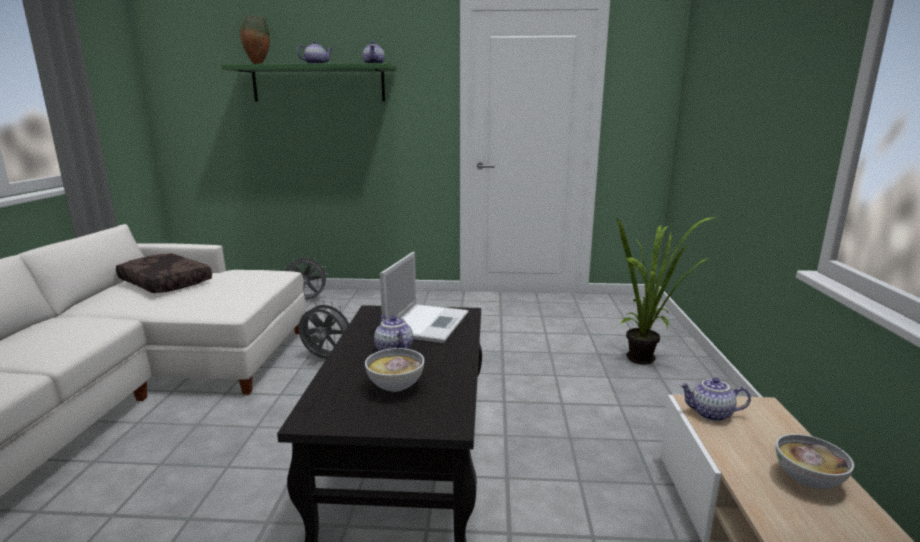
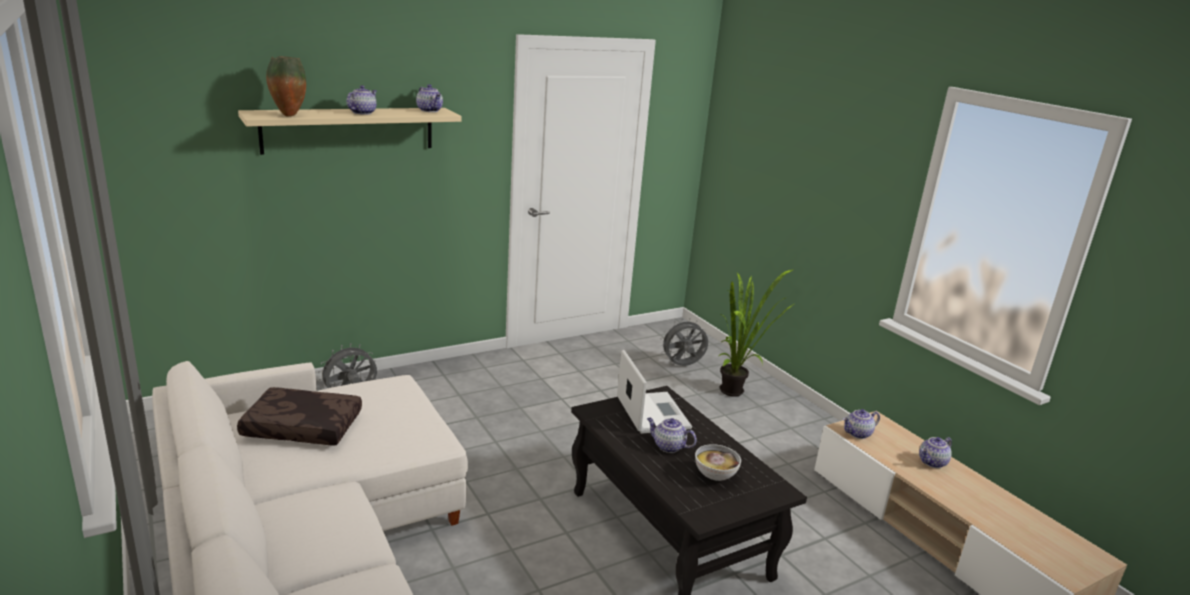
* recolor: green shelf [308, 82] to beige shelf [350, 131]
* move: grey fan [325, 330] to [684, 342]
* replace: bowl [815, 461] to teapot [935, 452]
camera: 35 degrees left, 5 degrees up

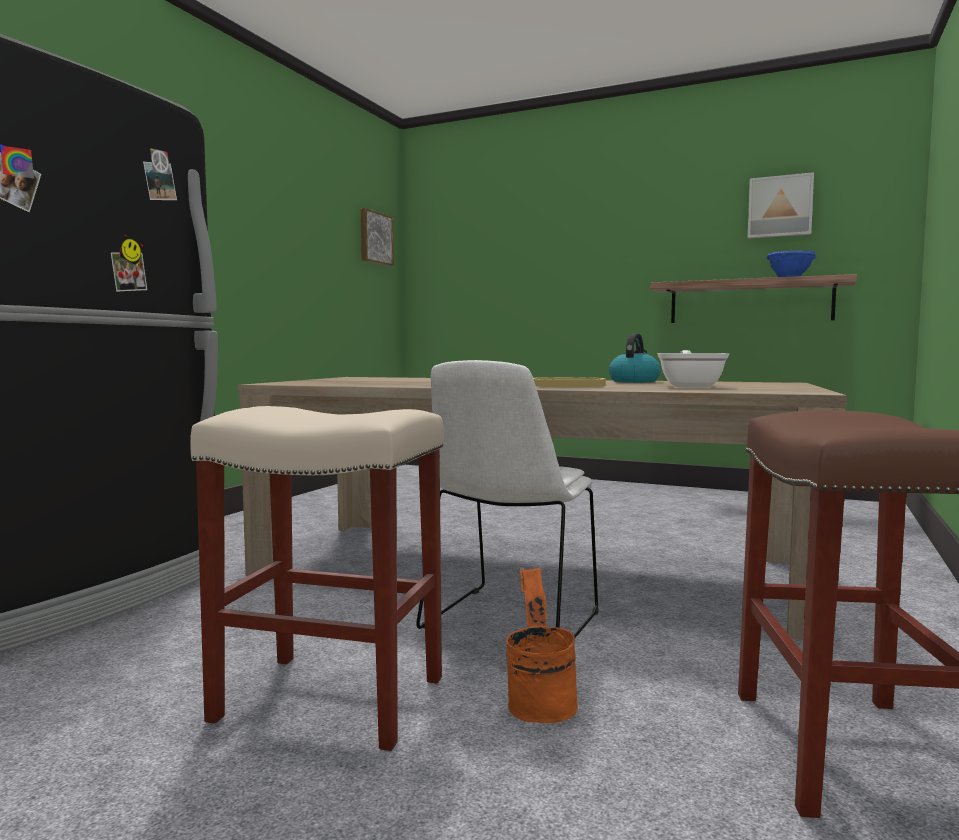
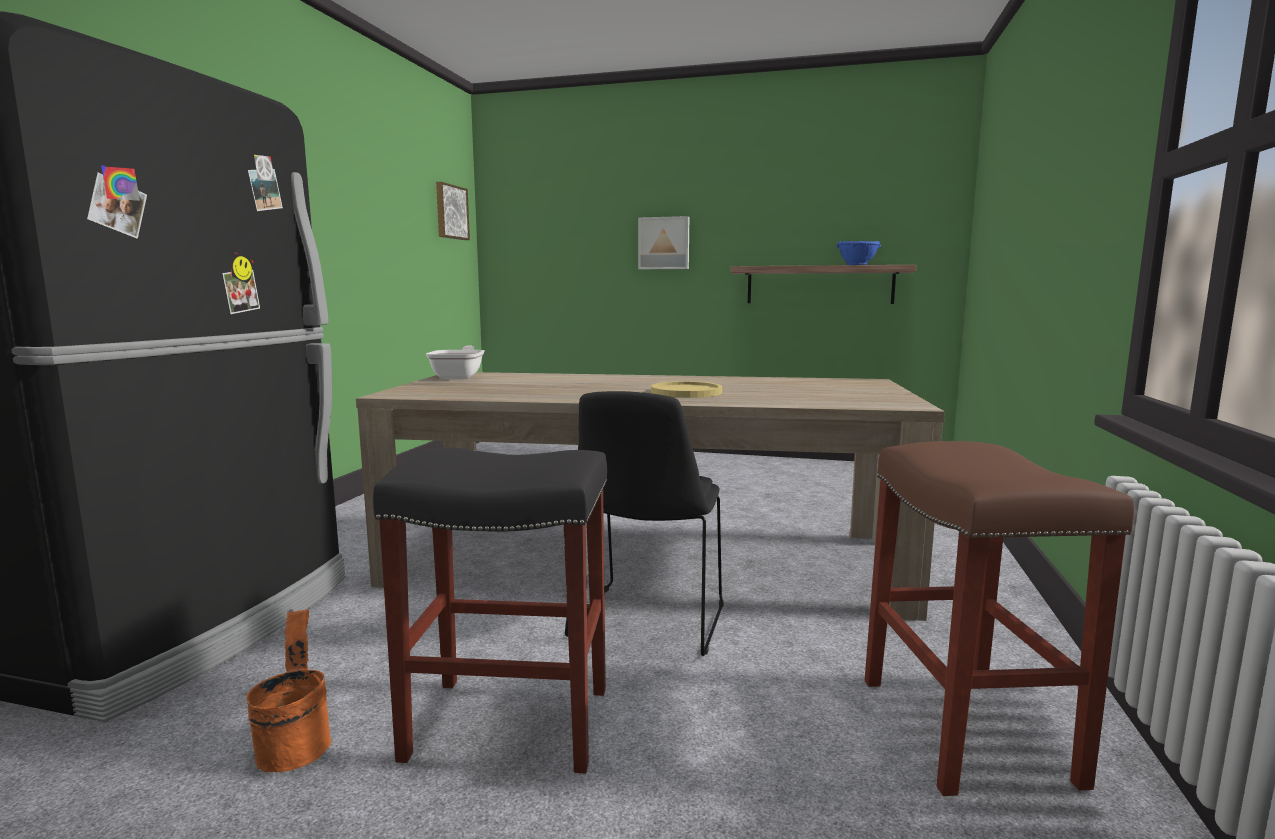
* recolor: beige stool [317, 578] to black stool [490, 610]
* recolor: white chair [507, 499] to black chair [644, 523]
* move: orange bucket [542, 645] to [288, 690]
* delete: kettle [635, 358]
* move: frying pan [693, 369] to [455, 362]
* move: picture [781, 205] to [663, 242]
camera: 10 degrees left, 5 degrees up

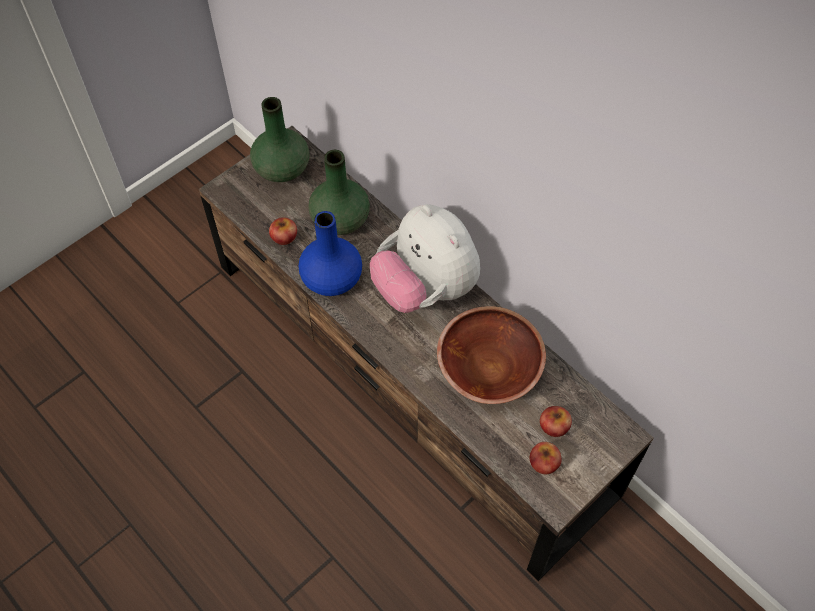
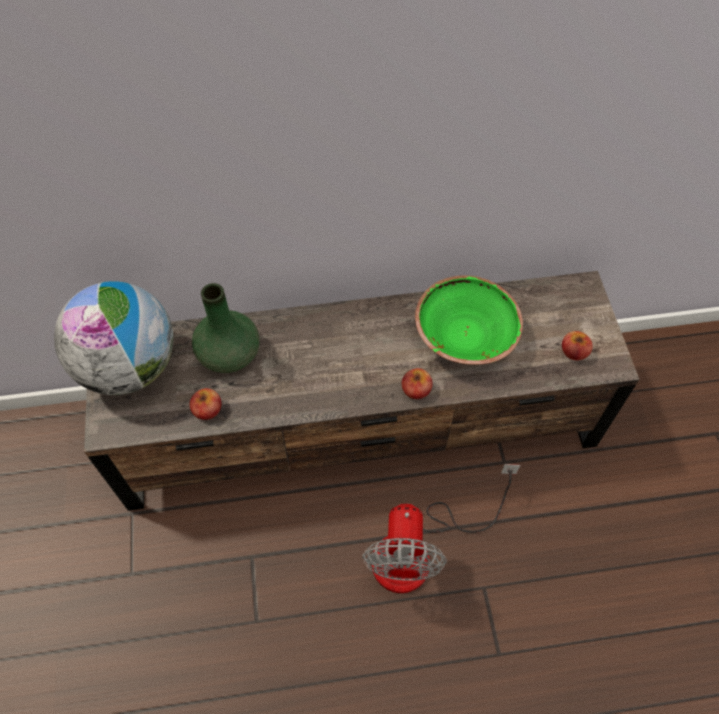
* replace: green vase [280, 139] to globe [113, 338]
* delete: blue vase [330, 253]
* delete: plush toy [425, 258]
* recolor: brown bowl [491, 355] to green bowl [469, 320]
* move: apple [556, 421] to [417, 383]
* insert: fan [441, 528]
camera: 55 degrees left, 0 degrees up

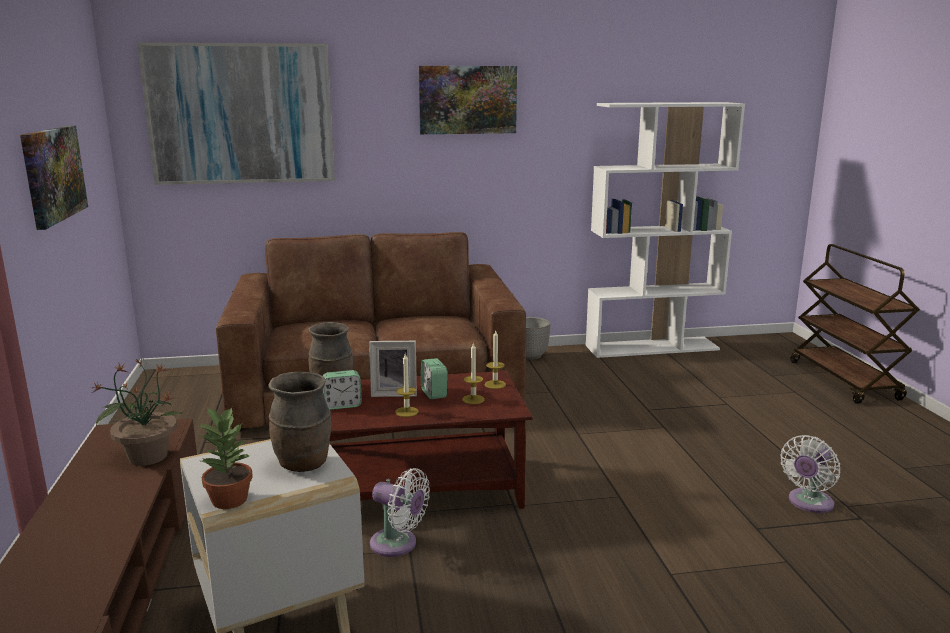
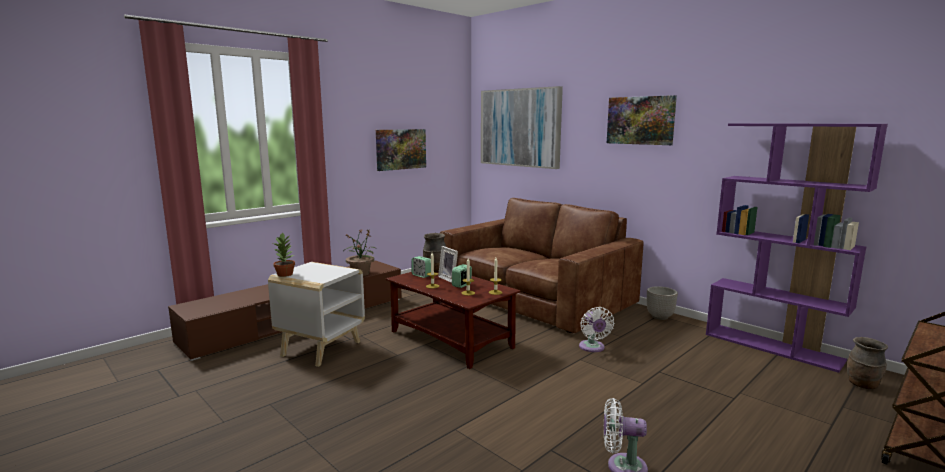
* move: brown vase [300, 422] to [867, 363]
* move: white fan [400, 512] to [596, 329]
* recolor: white bookcase [665, 230] to purple bookcase [797, 248]
camera: 55 degrees right, 5 degrees down

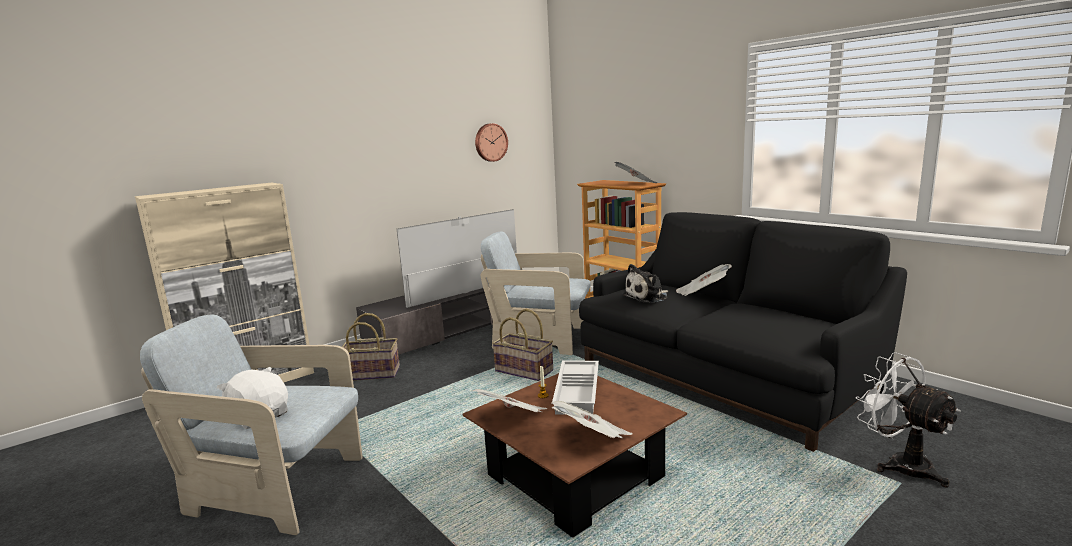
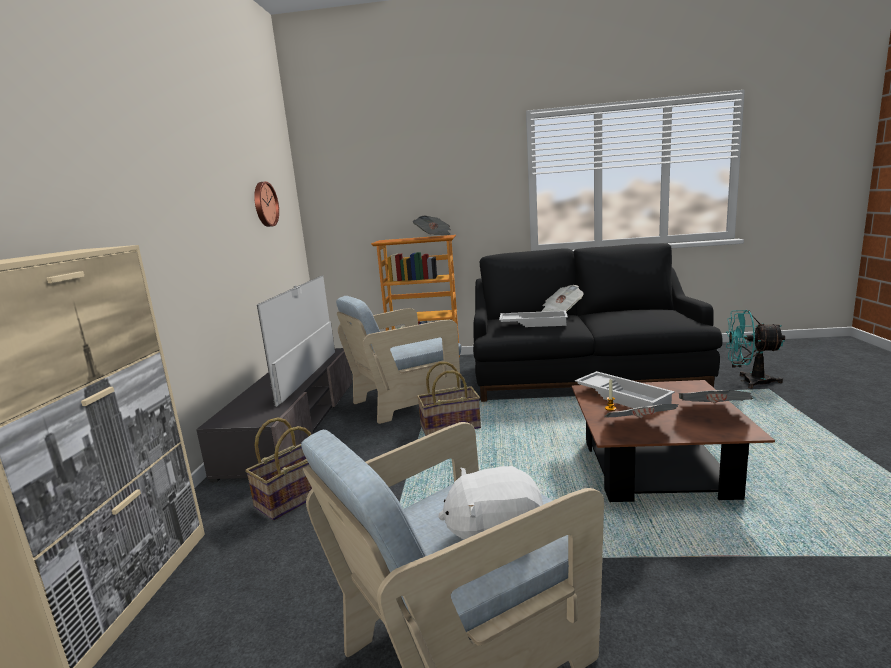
* replace: plush toy [646, 283] to white tray [533, 319]
* recolor: white fan [908, 419] to turquoise fan [755, 349]
camera: 45 degrees left, 0 degrees up

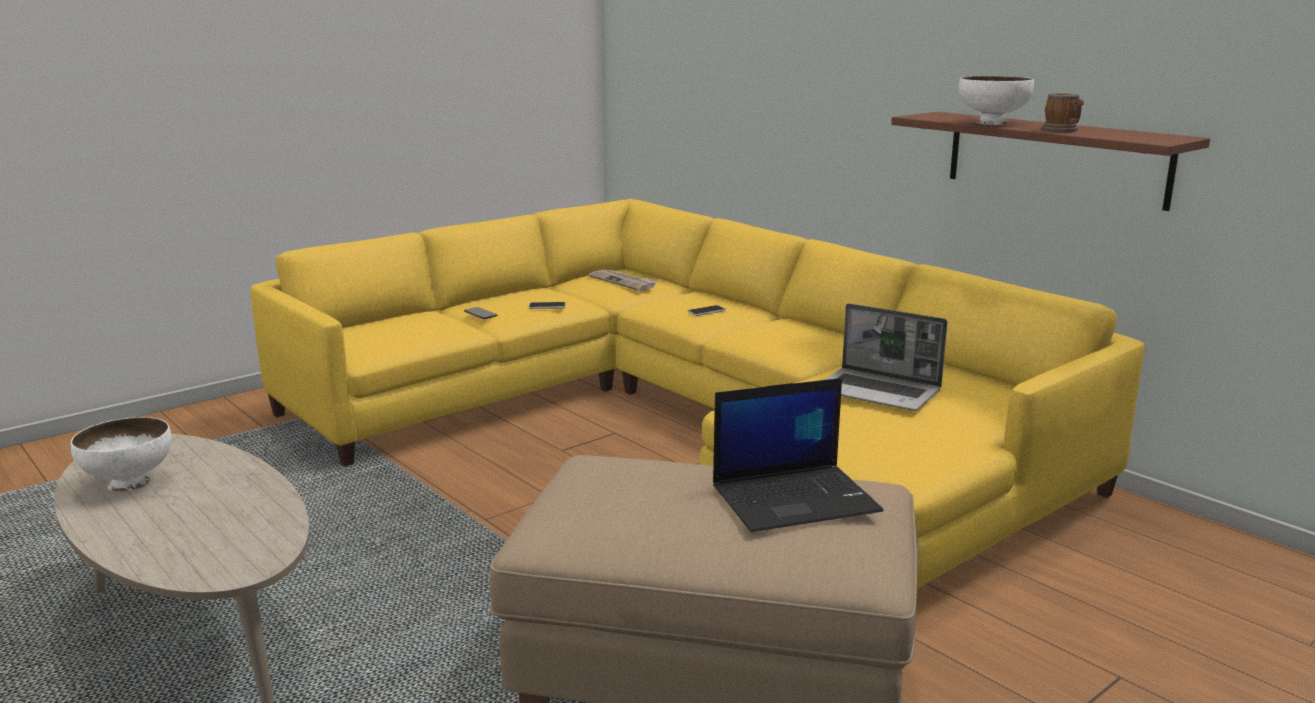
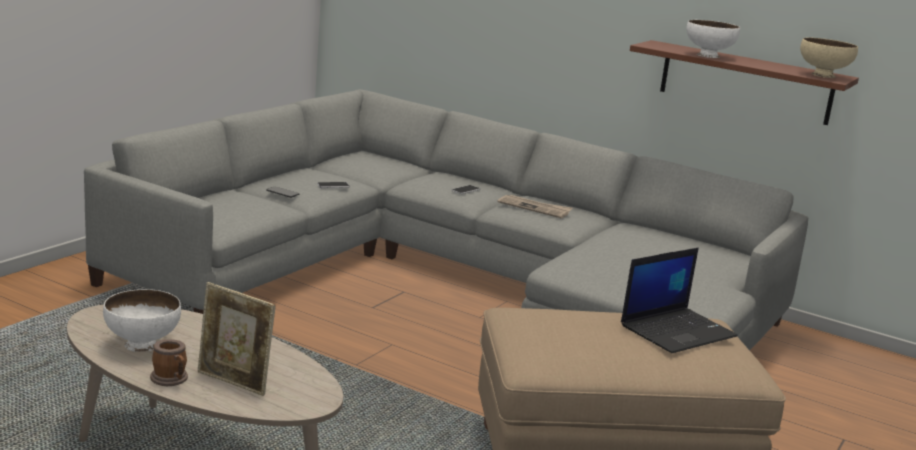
* recolor: yellow sofa [697, 394] to grey sofa [446, 219]
* move: newspaper [623, 280] to [535, 207]
* delete: laptop [886, 357]
* move: mug [1062, 112] to [169, 362]
* insert: picture frame [237, 339]
* insert: beige bowl [829, 58]
camera: 20 degrees left, 0 degrees up

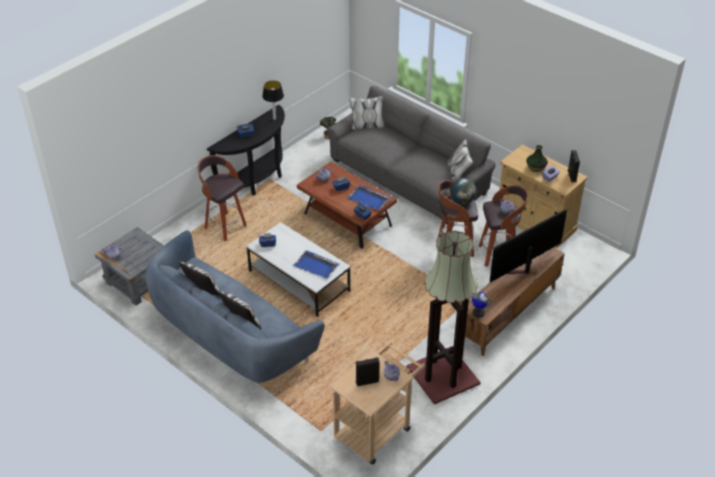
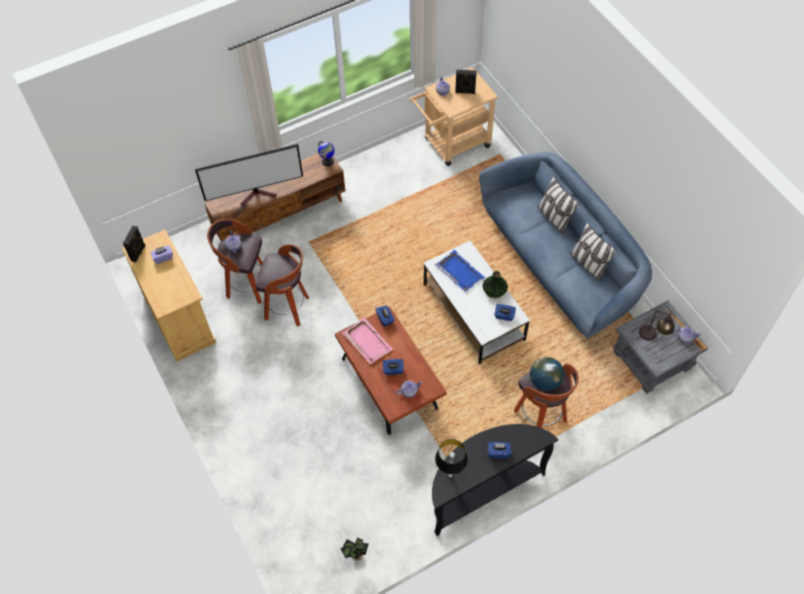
* delete: grey sofa [411, 155]
* recolor: blue tray [369, 197] to pink tray [367, 341]
* delete: floor lamp [444, 317]
* move: globe [463, 191] to [547, 374]
* move: vase [537, 158] to [495, 284]
* insert: table lamp [657, 325]
camera: 160 degrees left, 15 degrees up

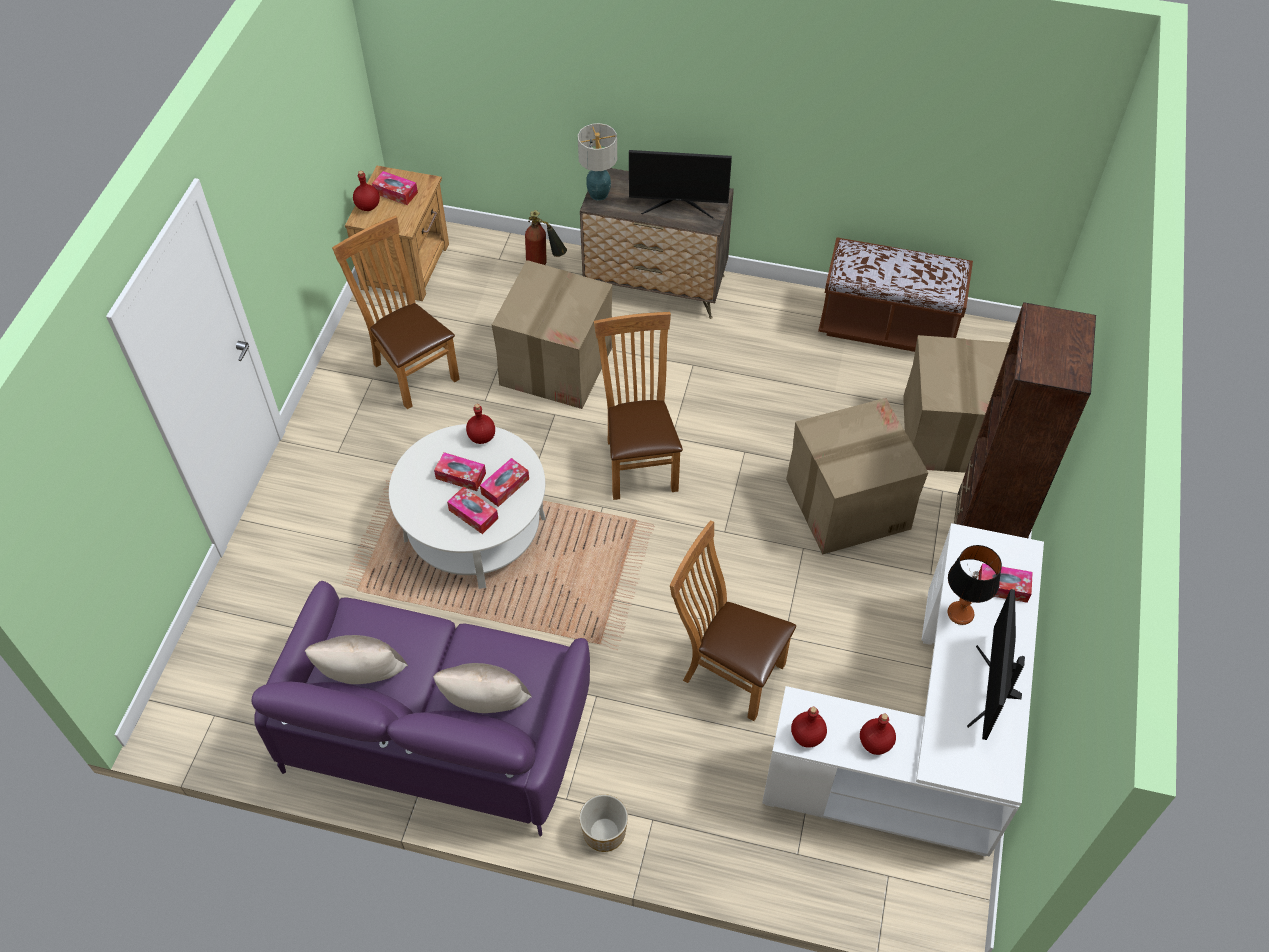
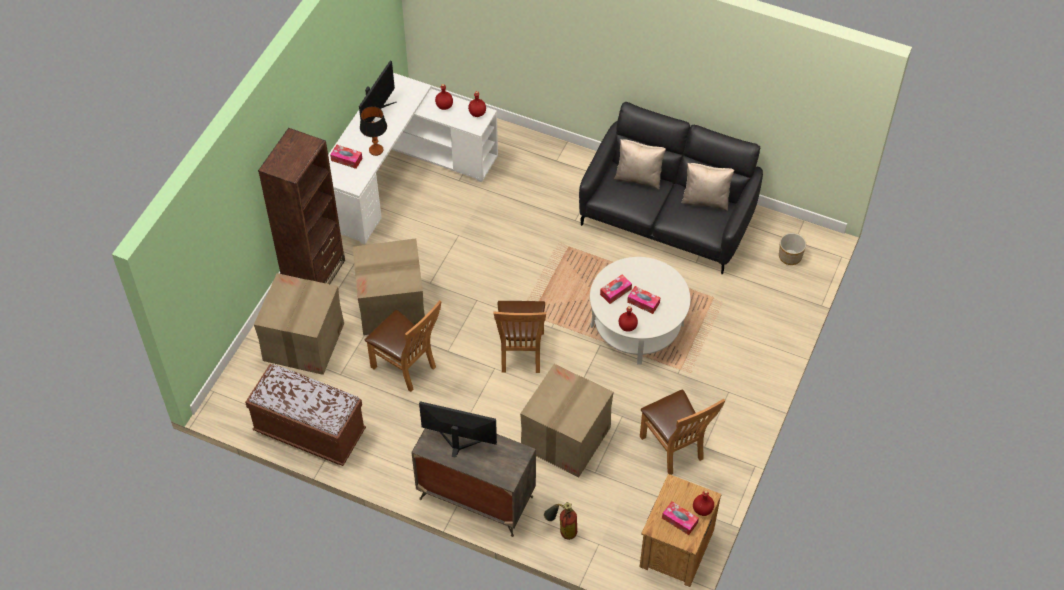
* recolor: purple sofa [420, 708] to black sofa [671, 188]
* delete: tissue box [472, 510]
* delete: table lamp [597, 162]
* move: planter [603, 823] to [792, 249]
* move: brown chair [733, 620] to [403, 346]
camera: 170 degrees left, 0 degrees up

